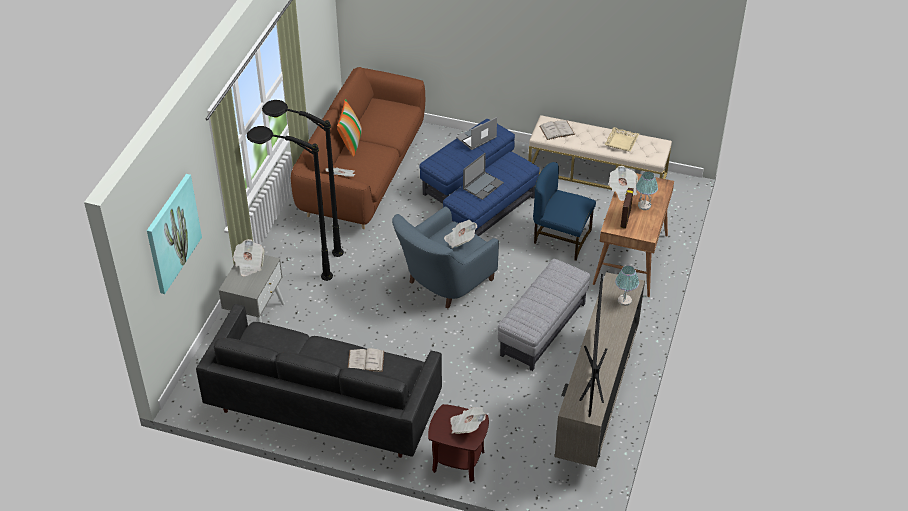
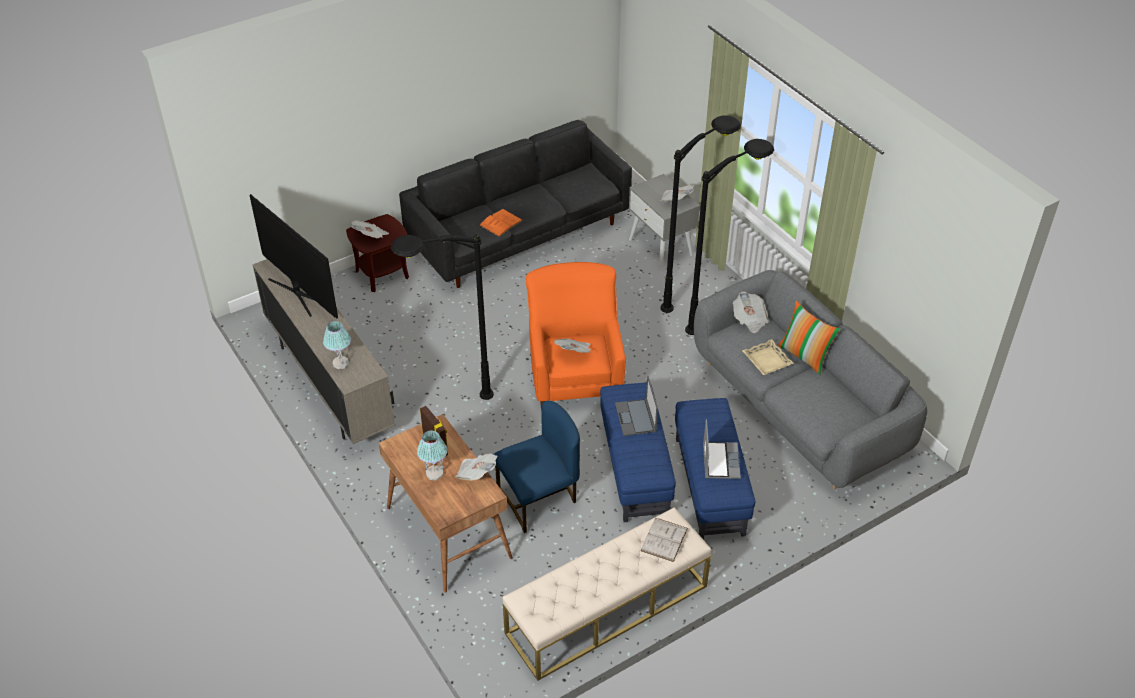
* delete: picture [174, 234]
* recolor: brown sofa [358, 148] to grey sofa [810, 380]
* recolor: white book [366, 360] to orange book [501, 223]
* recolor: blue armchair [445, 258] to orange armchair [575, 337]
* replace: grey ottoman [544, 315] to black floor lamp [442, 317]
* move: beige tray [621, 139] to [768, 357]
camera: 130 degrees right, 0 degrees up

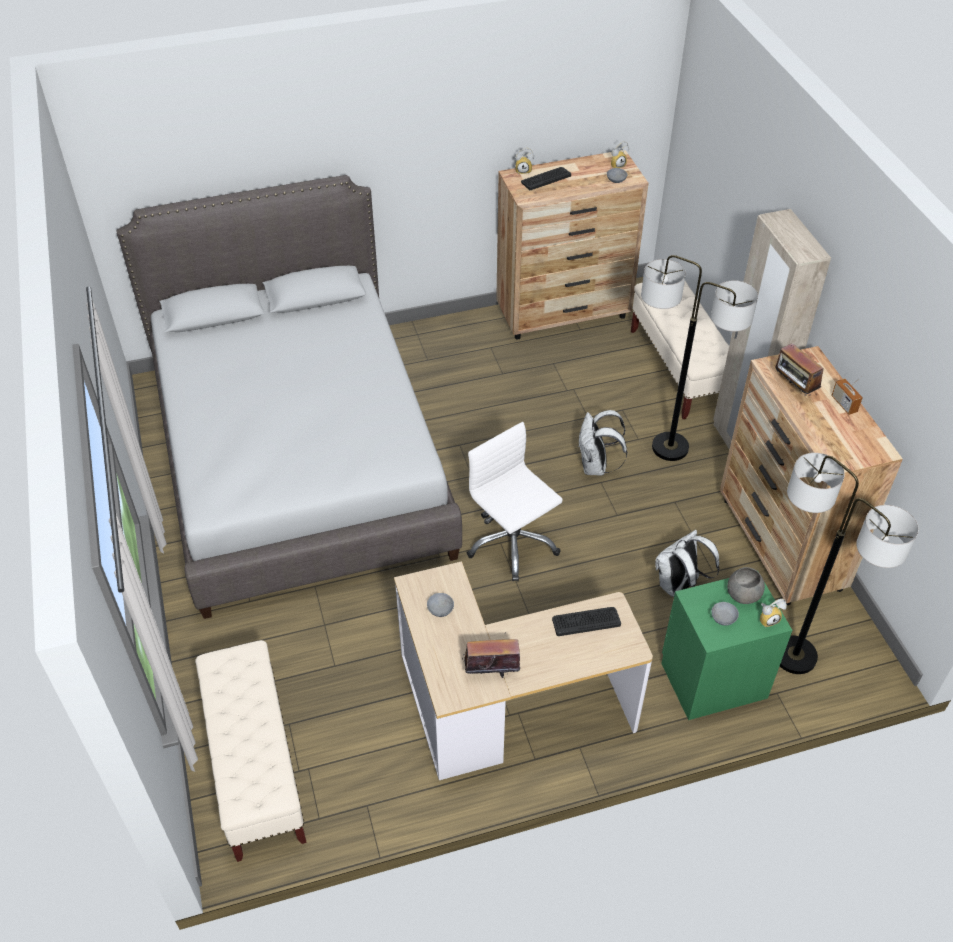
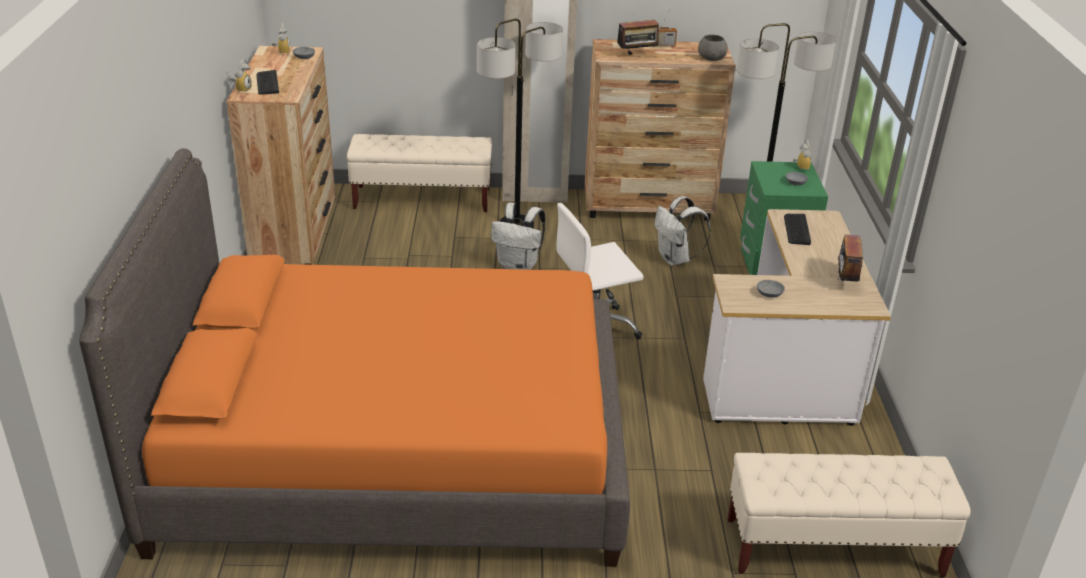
* recolor: grey bed [289, 397] to orange bed [354, 357]
* move: grey bowl [746, 585] to [713, 47]
camera: 75 degrees left, 15 degrees down

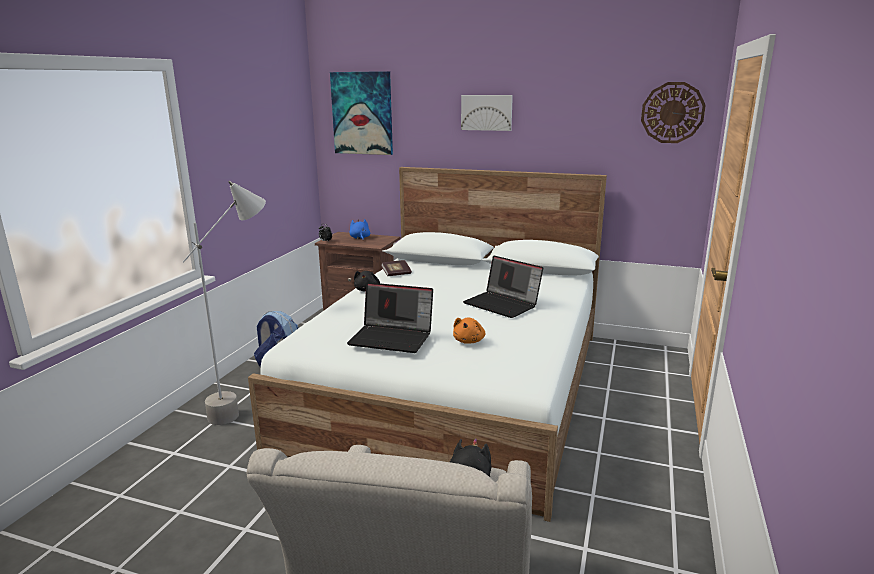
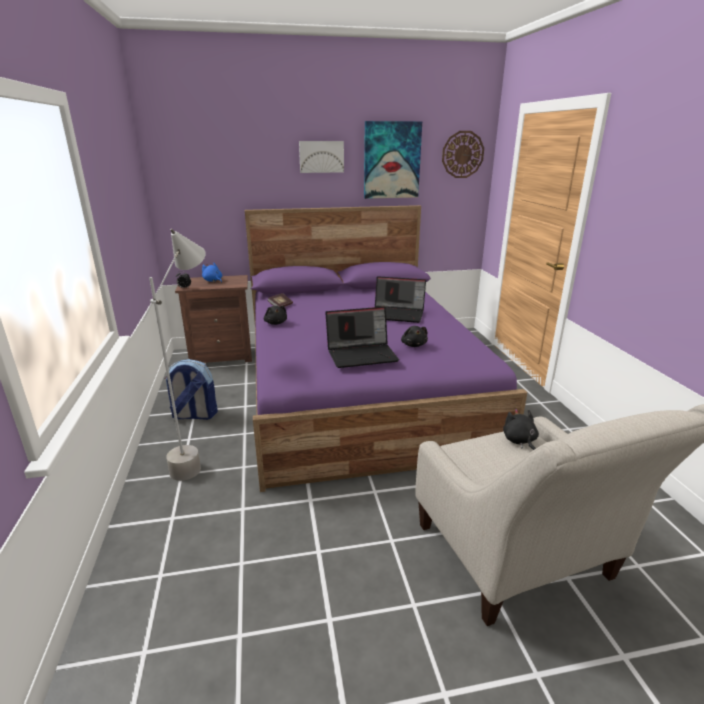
* recolor: white bed [427, 344] to purple bed [386, 348]
* move: picture [361, 113] to [393, 160]
* recolor: orange plush toy [469, 331] to black plush toy [414, 336]
camera: 30 degrees left, 5 degrees up

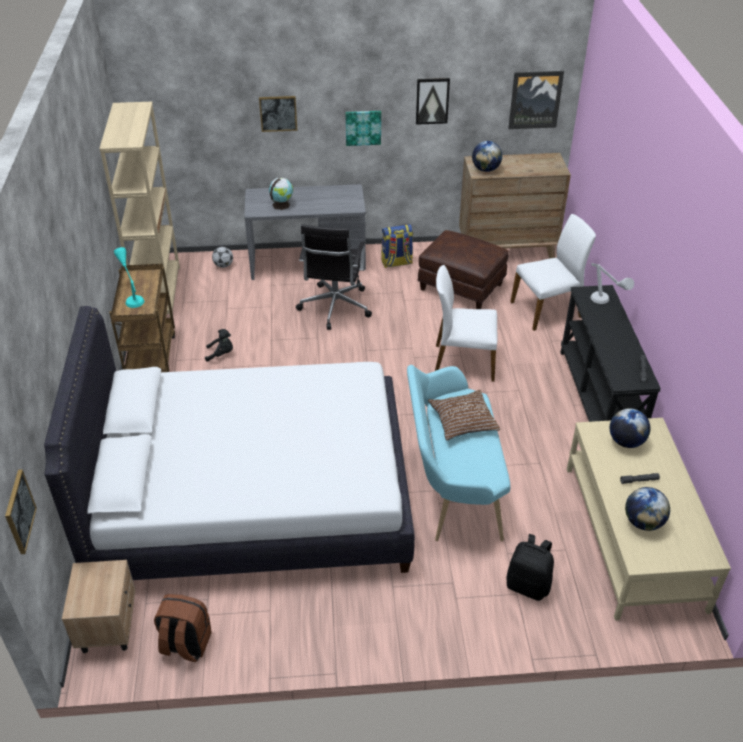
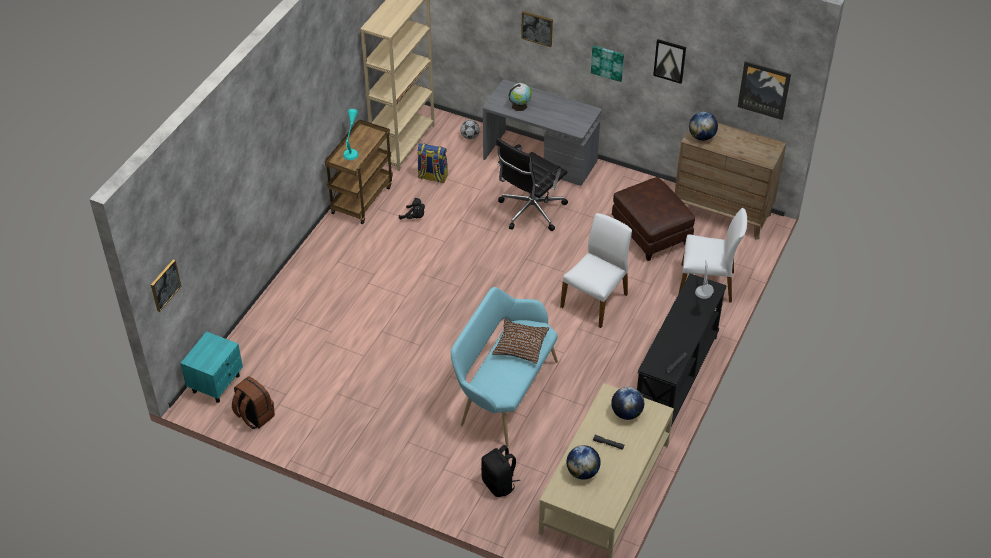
* delete: white bed [229, 443]
* recolor: beige nightstand [99, 606] to turquoise nightstand [212, 367]
* move: backpack [397, 246] to [432, 163]
* rotate: white chair [466, 323] = [596, 270] 90 degrees clockwise
camera: 30 degrees right, 5 degrees up

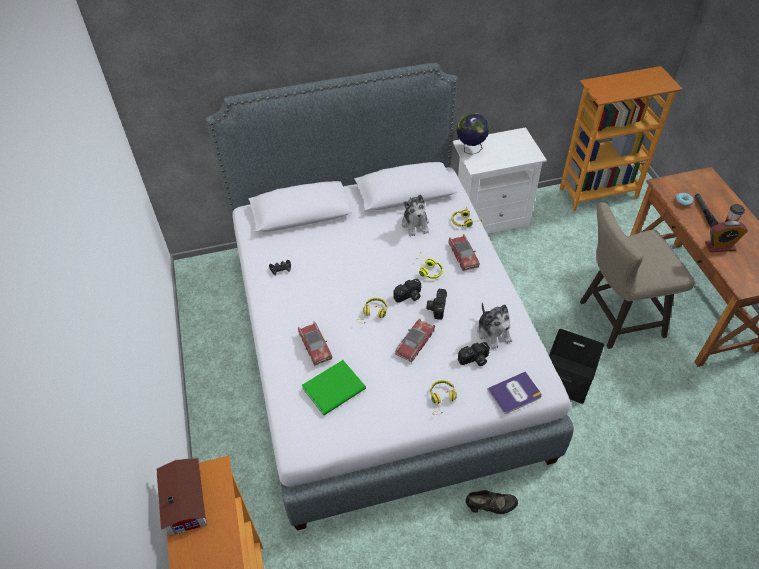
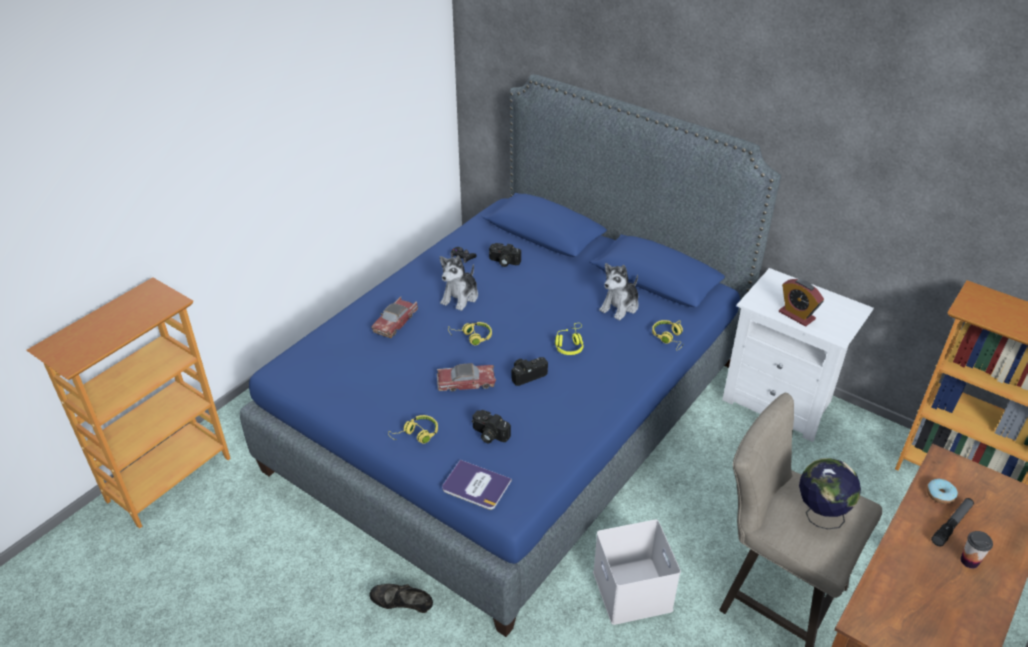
* delete: toy house [181, 497]
* recolor: grey bed [390, 297] to blue bed [510, 355]
* delete: green book [334, 387]
* move: photo camera [407, 291] to [505, 255]
* delete: toy car [464, 252]
* move: globe [472, 133] to [830, 493]
* rotate: black shoe [491, 502] = [401, 598] 150 degrees clockwise
* move: plush toy [494, 325] to [459, 283]
* recolor: black storage box [576, 366] to white storage box [637, 572]
* move: alarm clock [726, 236] to [801, 302]
camera: 50 degrees right, 10 degrees down

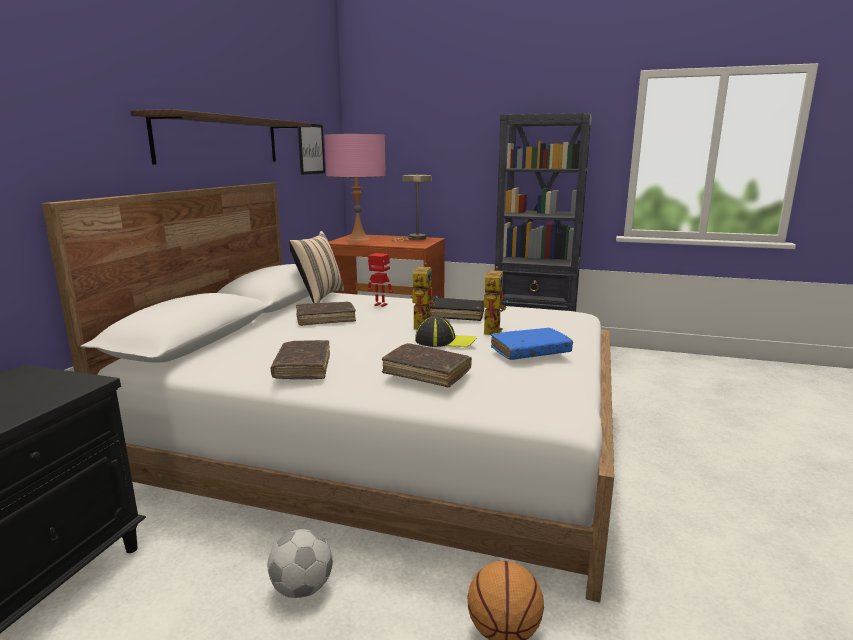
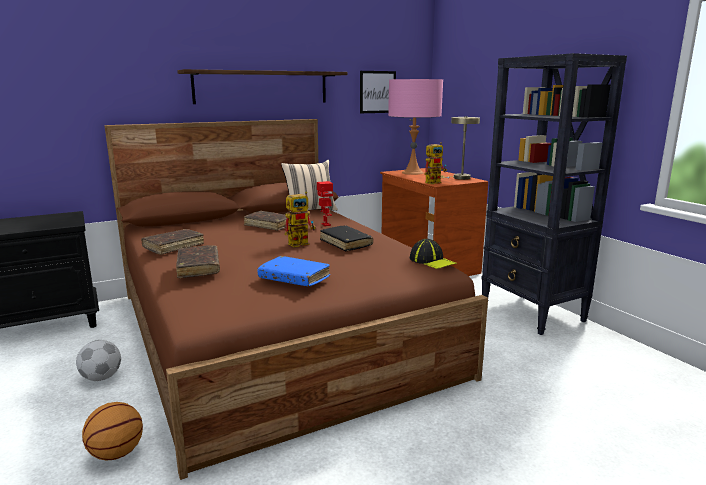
* recolor: white bed [327, 392] to brown bed [296, 299]
* move: cap [445, 331] to [433, 254]
* move: toy robot [494, 300] to [436, 163]
camera: 45 degrees right, 0 degrees up

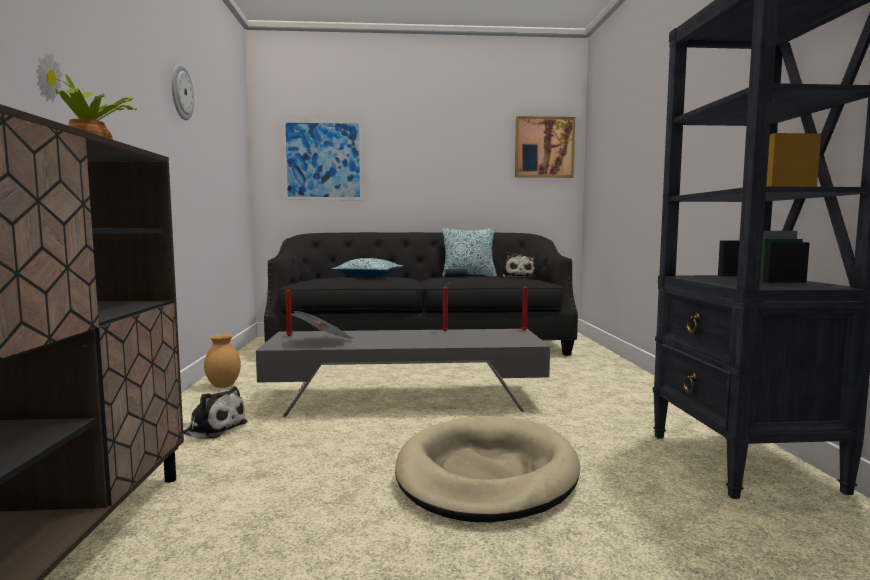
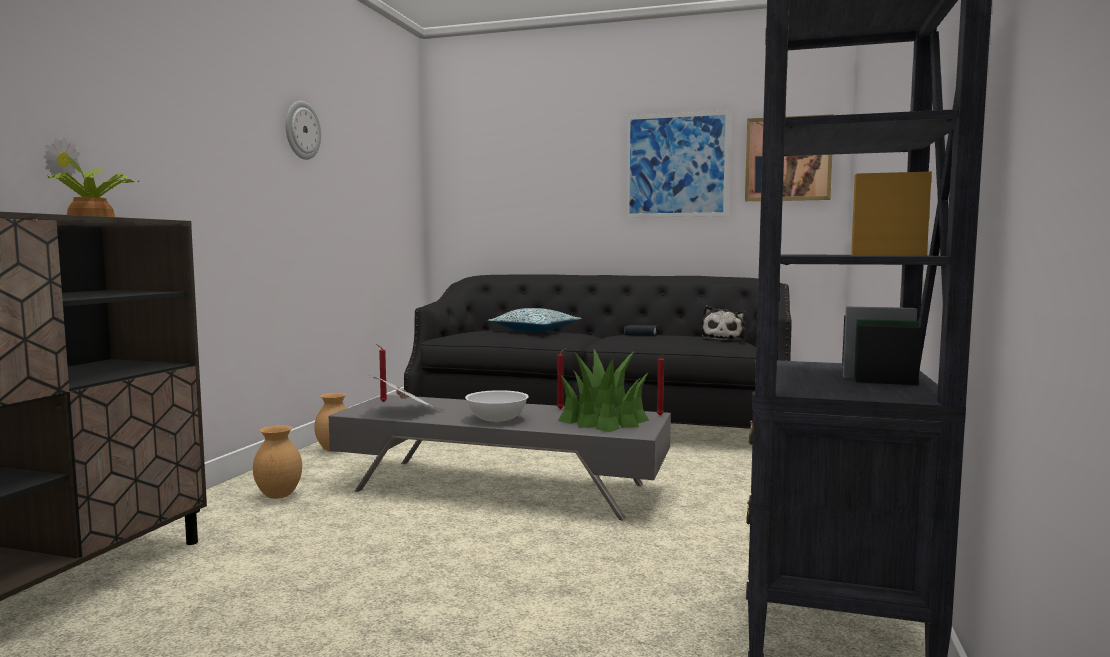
* replace: plush toy [215, 413] to brown vase [277, 462]
* move: picture [322, 159] to [677, 164]
* delete: beige dog bed [487, 469]
* delete: pillow [469, 252]
* insert: white bowl [497, 406]
* insert: potted plant [603, 390]
camera: 20 degrees right, 0 degrees up

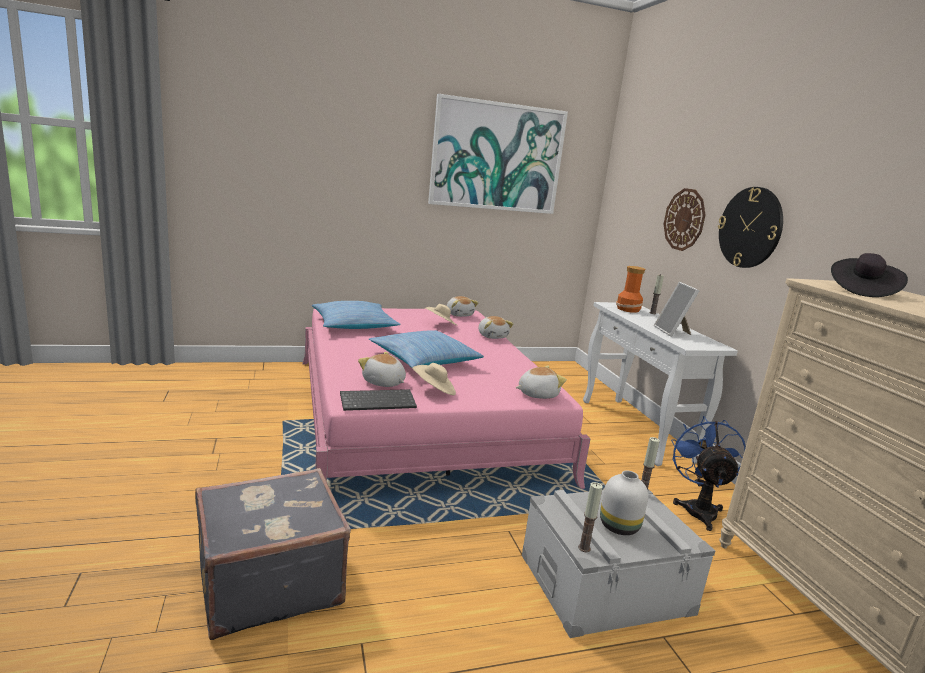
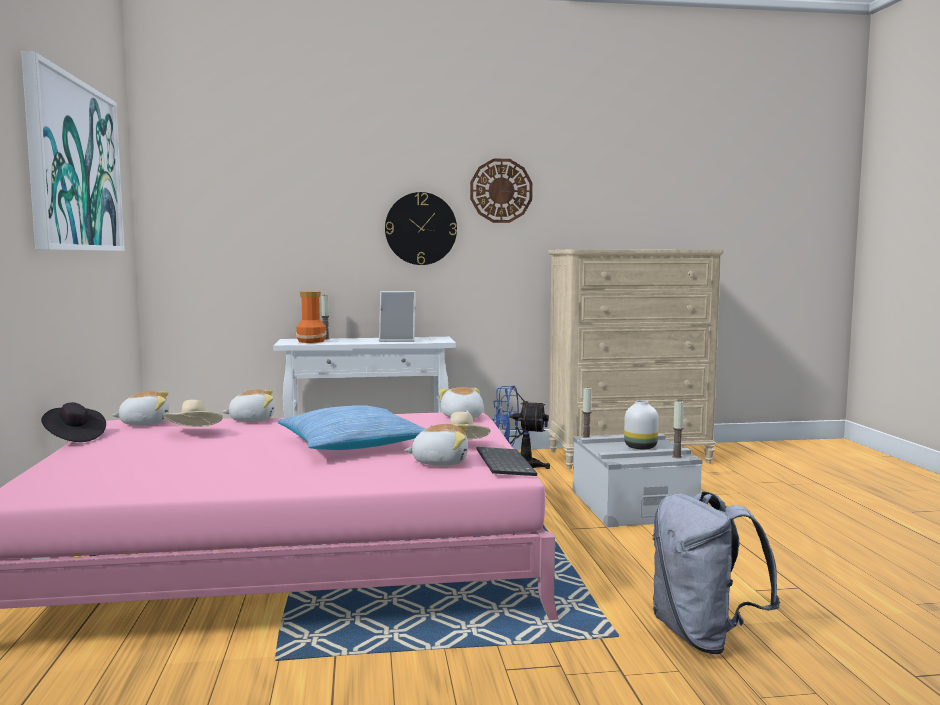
* replace: grey suitcase [273, 554] to grey backpack [716, 572]
* delete: pillow [356, 315]
* rotate: plush toy [382, 369] = [436, 445] 135 degrees counterclockwise
* move: wall clock [684, 219] to [501, 190]
* move: black hat [869, 275] to [73, 422]
camera: 80 degrees left, 10 degrees down

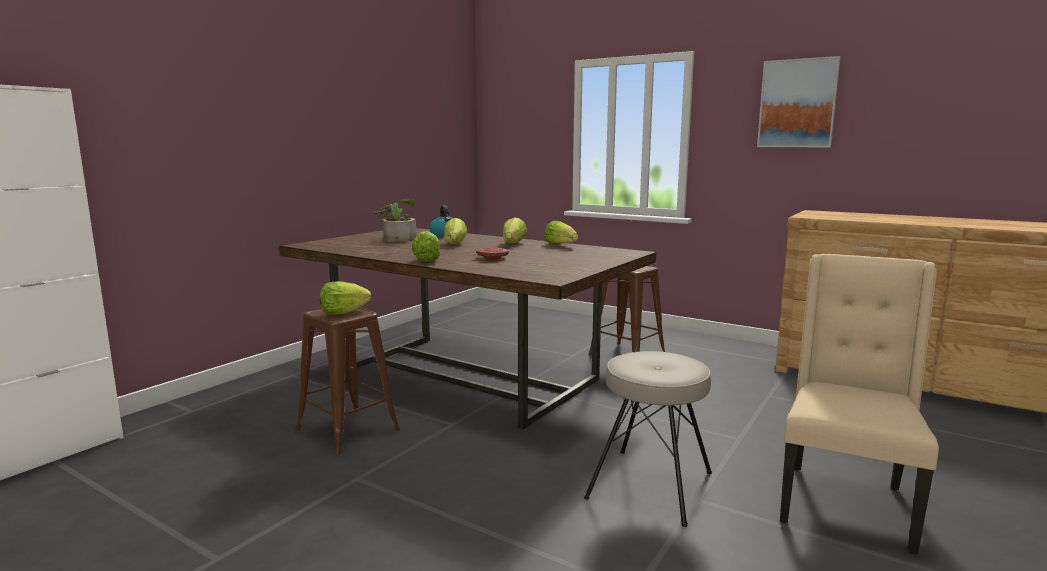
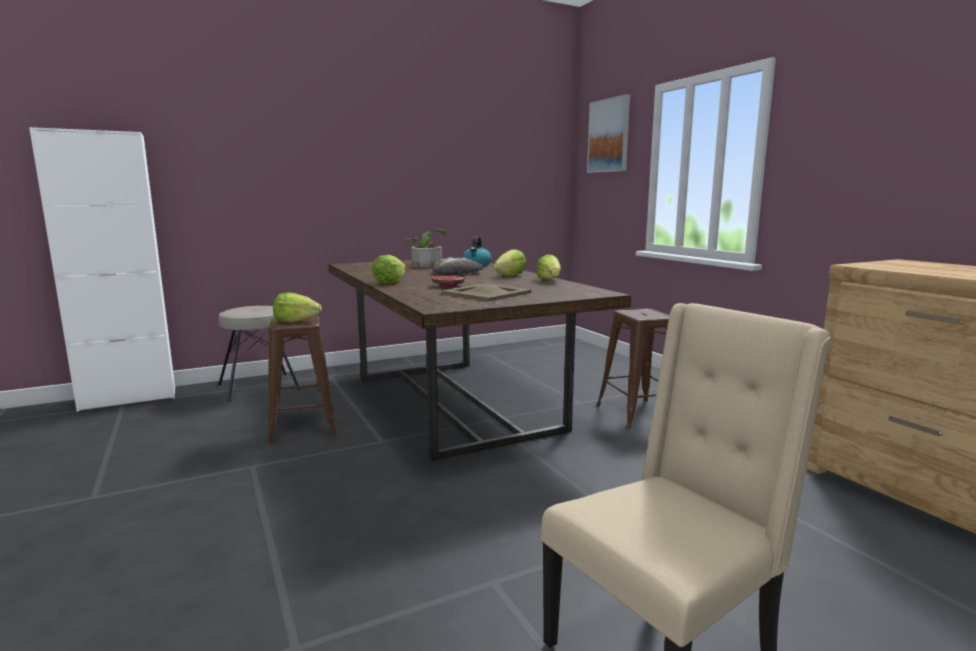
* replace: lettuce [455, 231] to bread [458, 266]
* move: beige stool [648, 439] to [259, 354]
* move: picture [799, 101] to [608, 133]
* insert: beige tray [486, 292]
camera: 30 degrees right, 0 degrees up

